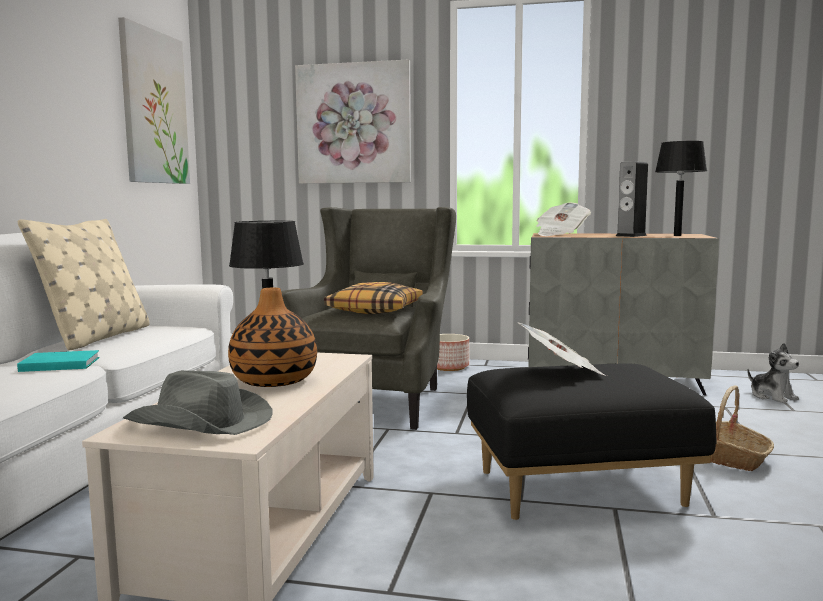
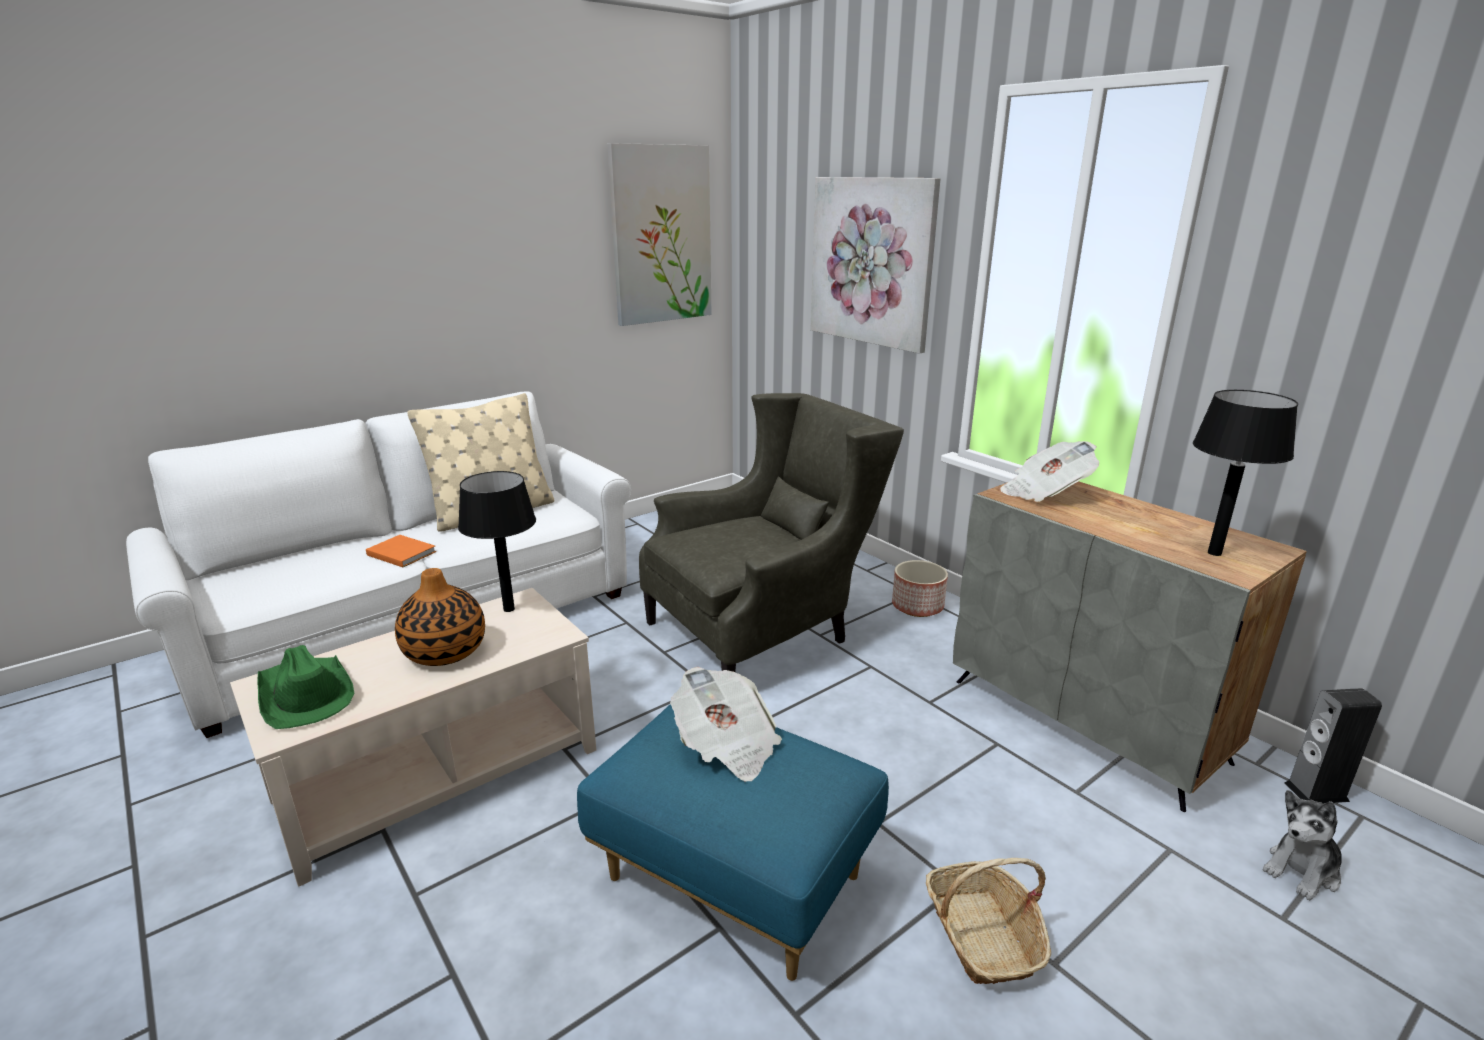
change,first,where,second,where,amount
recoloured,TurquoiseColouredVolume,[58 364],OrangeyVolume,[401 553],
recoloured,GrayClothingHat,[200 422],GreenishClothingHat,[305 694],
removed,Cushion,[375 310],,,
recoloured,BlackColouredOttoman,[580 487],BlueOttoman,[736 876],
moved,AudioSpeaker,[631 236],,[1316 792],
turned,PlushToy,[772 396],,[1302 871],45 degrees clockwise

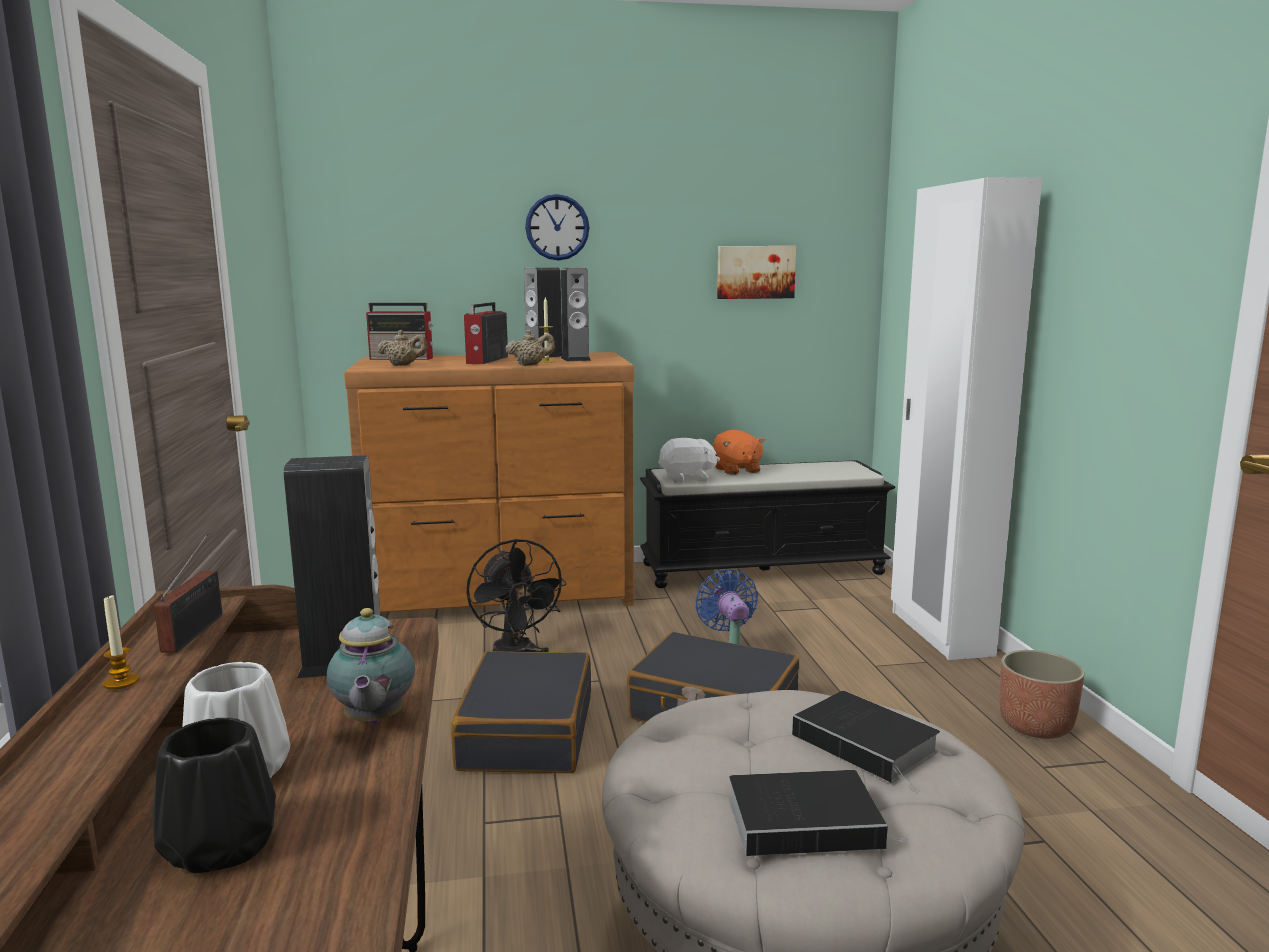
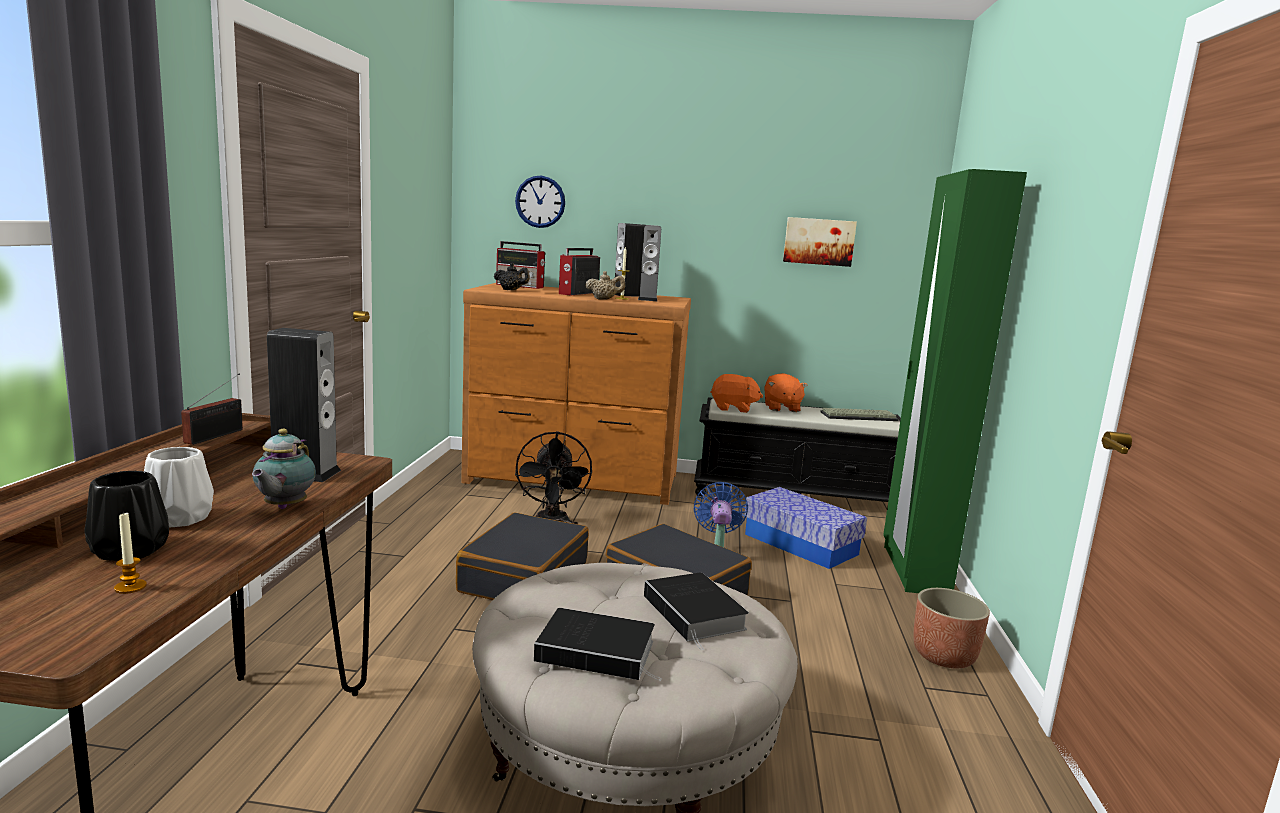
change,first,where,second,where,amount
moved,WaxCandle,[121 682],,[130 587],
recoloured,BeigeColouredTeapot,[403 365],BlackColouredTeapot,[511 290],
moved,WallClock,[557 227],,[540 201],
recoloured,WhitePlushToy,[687 478],OrangeyPlushToy,[733 408],
recoloured,WhiteWardrobe,[939 633],GreenishWardrobe,[914 570],
added,,,StorageBin,[801 544],
added,,,Keyboard,[859 416],

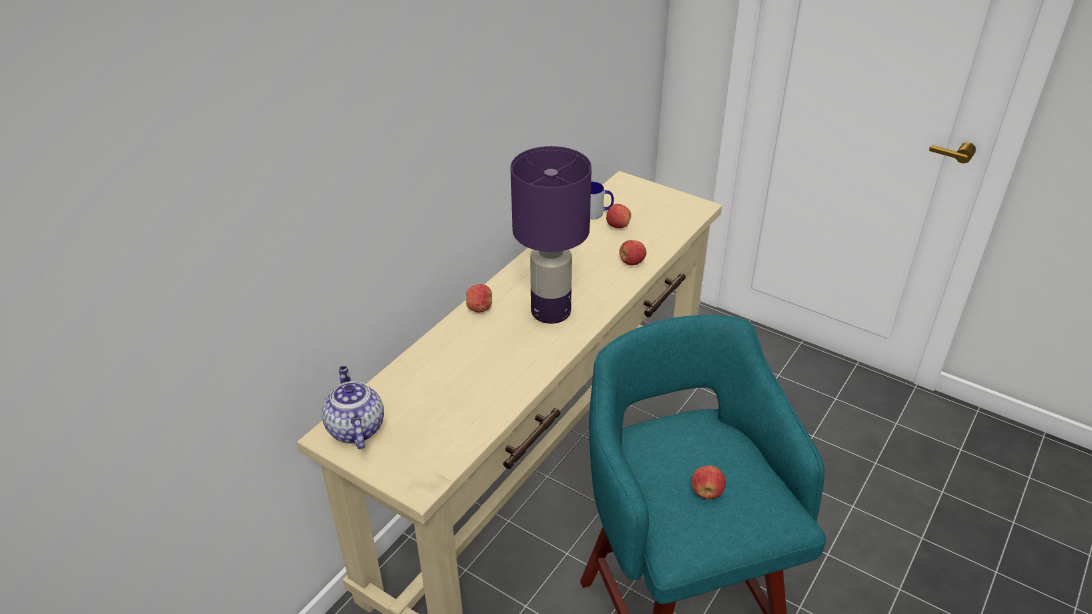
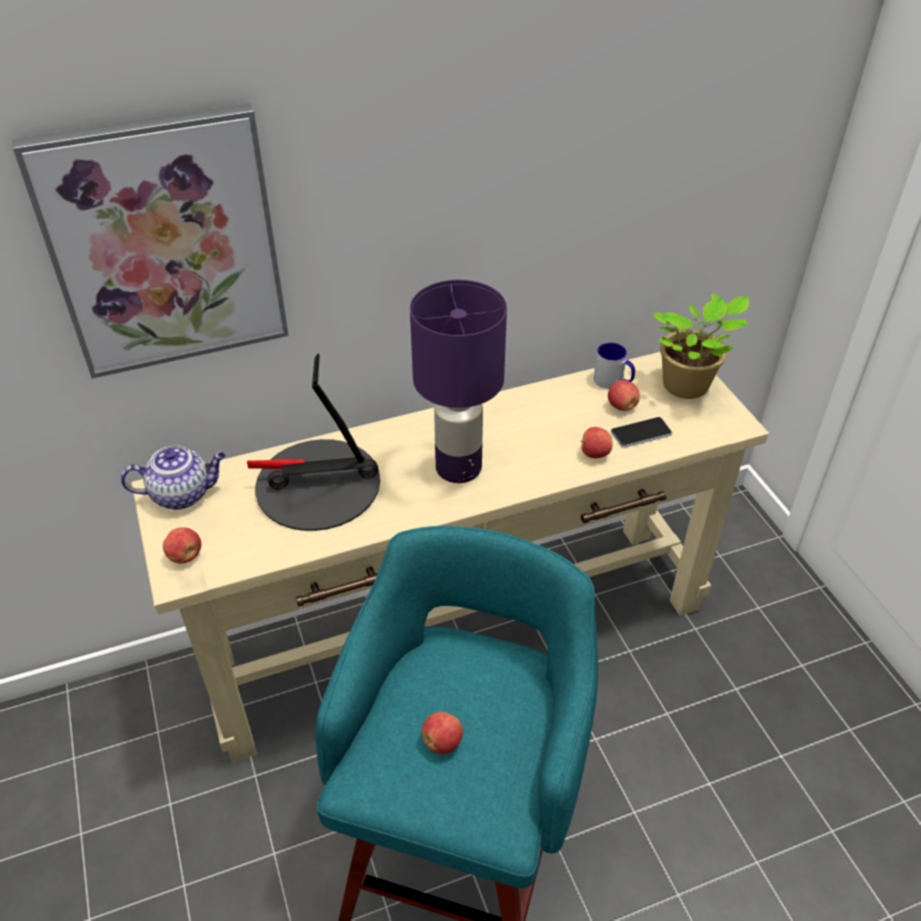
change,first,where,second,where,amount
turned,Teapot,[355 428],,[182 494],60 degrees clockwise
moved,WholeApple,[479 308],,[185 556],
added,,,WallArt,[164 244],
added,,,TabletopLamp,[318 488],
added,,,Handset,[641 433],
added,,,Houseplant,[688 387],

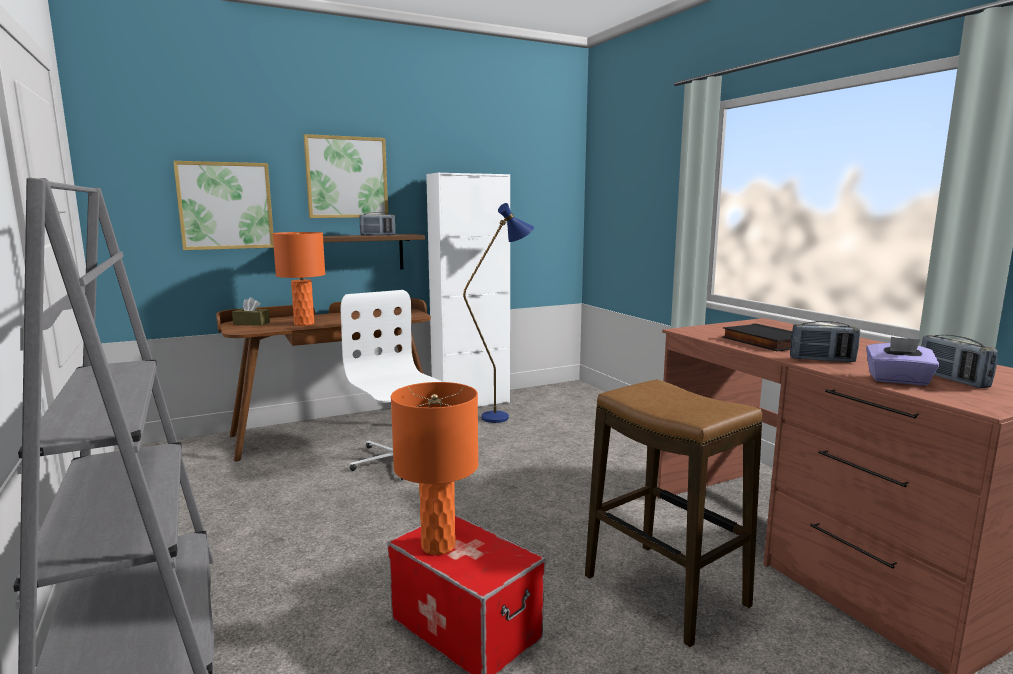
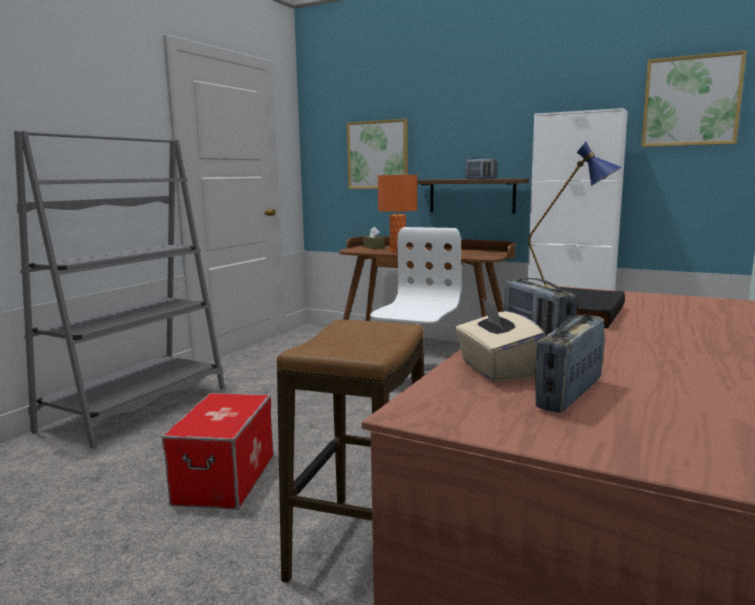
change,first,where,second,where,amount
moved,WallArt,[346 177],,[691 101],
removed,OrangeyTabletopLamp,[438 546],,,
recoloured,PurpleColouredBoxOfTissues,[898 380],BeigeColouredBoxOfTissues,[495 370],

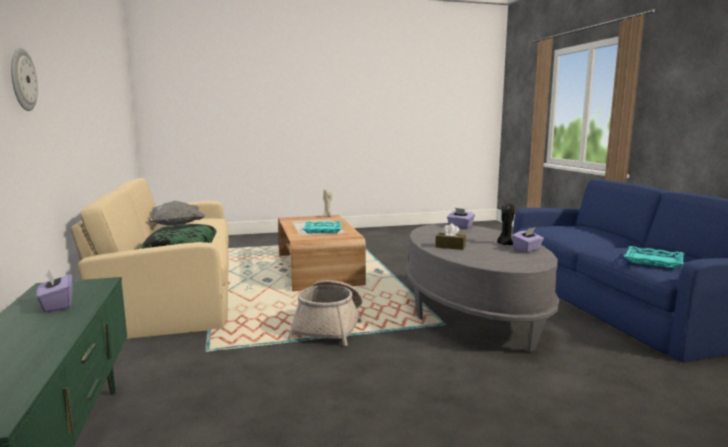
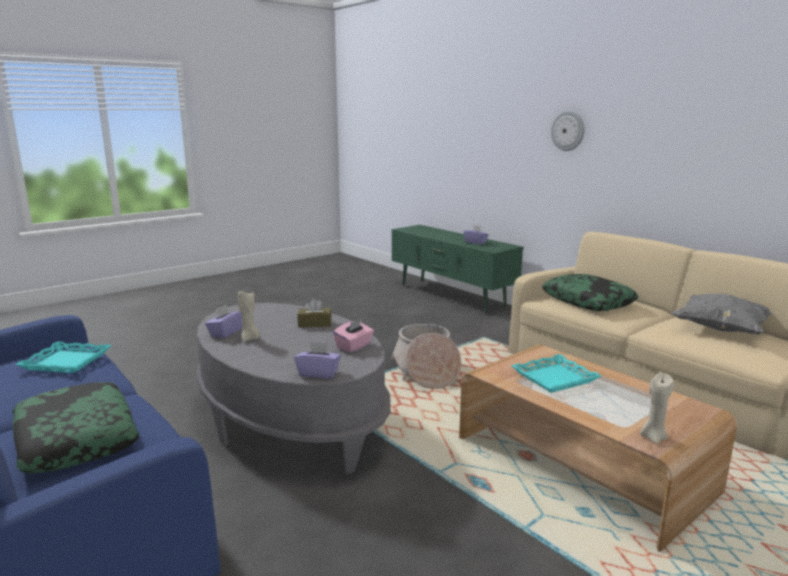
change,first,where,second,where,amount
recoloured,BlackColouredWaxCandle,[505 244],BeigeColouredWaxCandle,[250 339],
added,,,Cushion,[75 438],
added,,,PinkBoxOfTissues,[354 346],

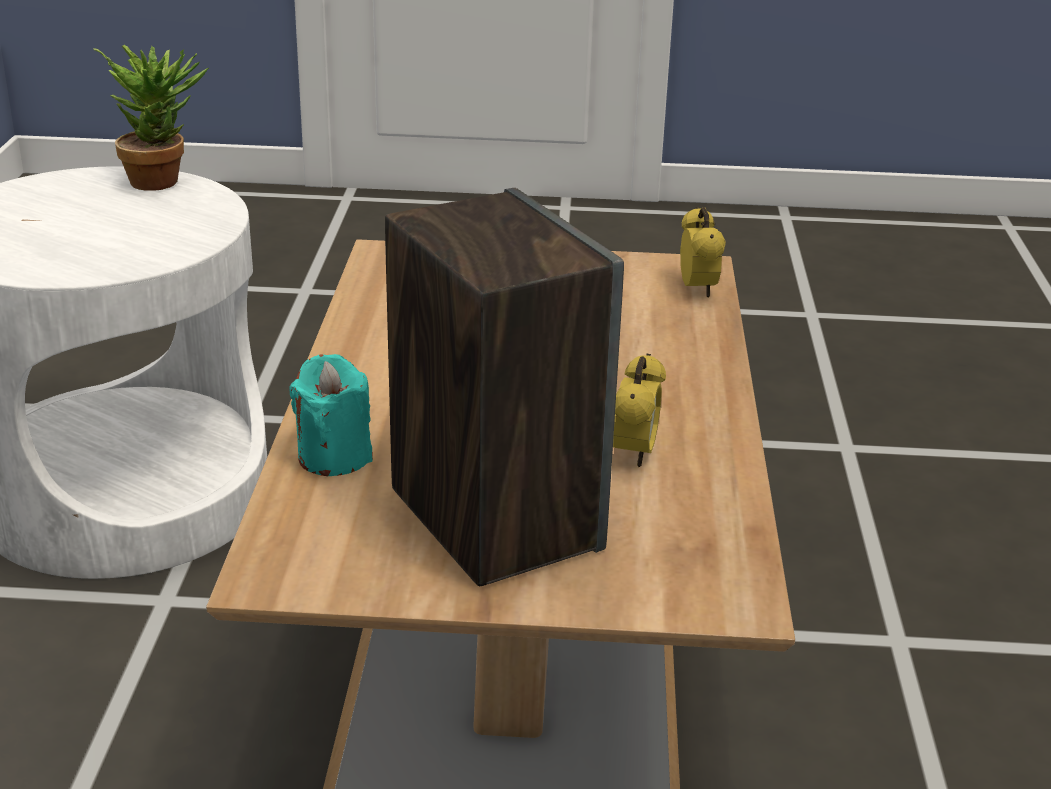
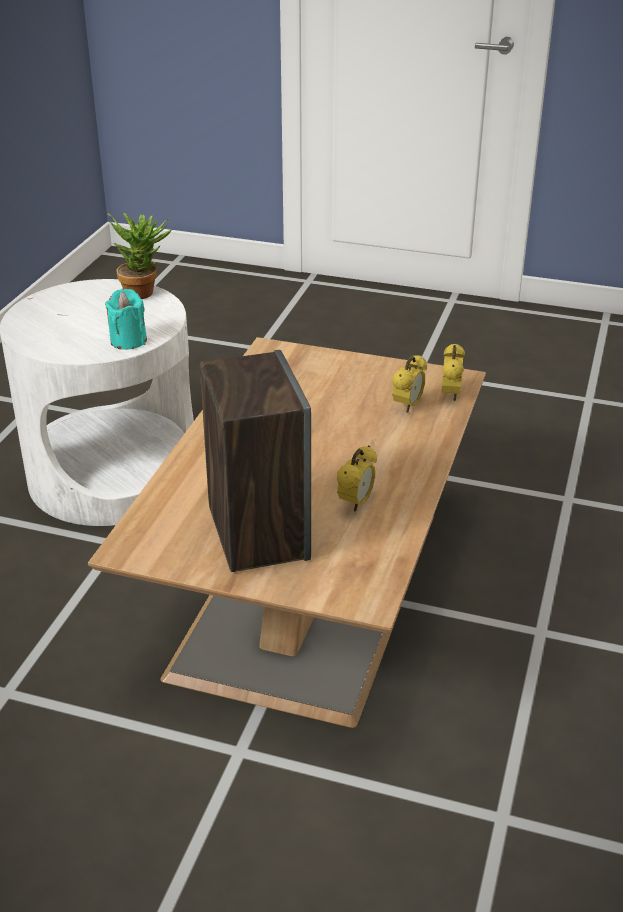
change,first,where,second,where,amount
moved,TurquoiseColouredWaxCandle,[334 457],,[128 341],
added,,,TableClock,[408 406],

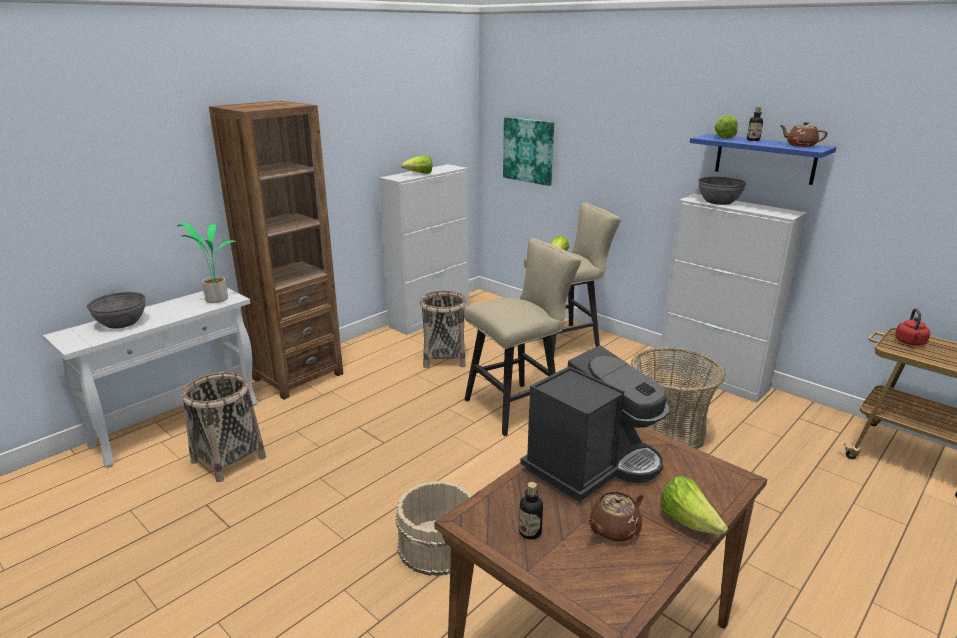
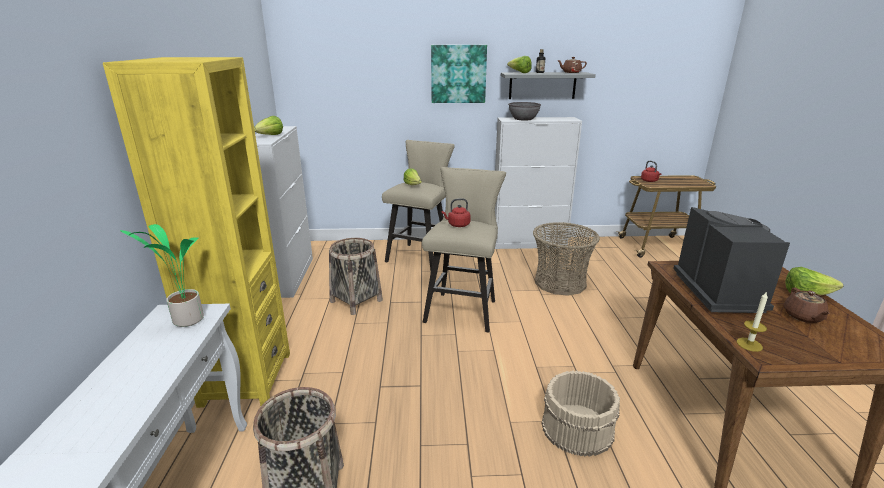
change,first,where,second,where,amount
removed,GrayBowl,[121 322],,,
recoloured,BrownishBookshelf,[298 376],YellowishBookshelf,[246 378],
moved,WallArt,[529 150],,[458 74],
removed,Bottle,[530 532],,,
recoloured,BlueWallShelf,[765 159],GrayWallShelf,[542 85],
added,,,ReddishKettle,[457 225],
added,,,WaxCandle,[749 344],

